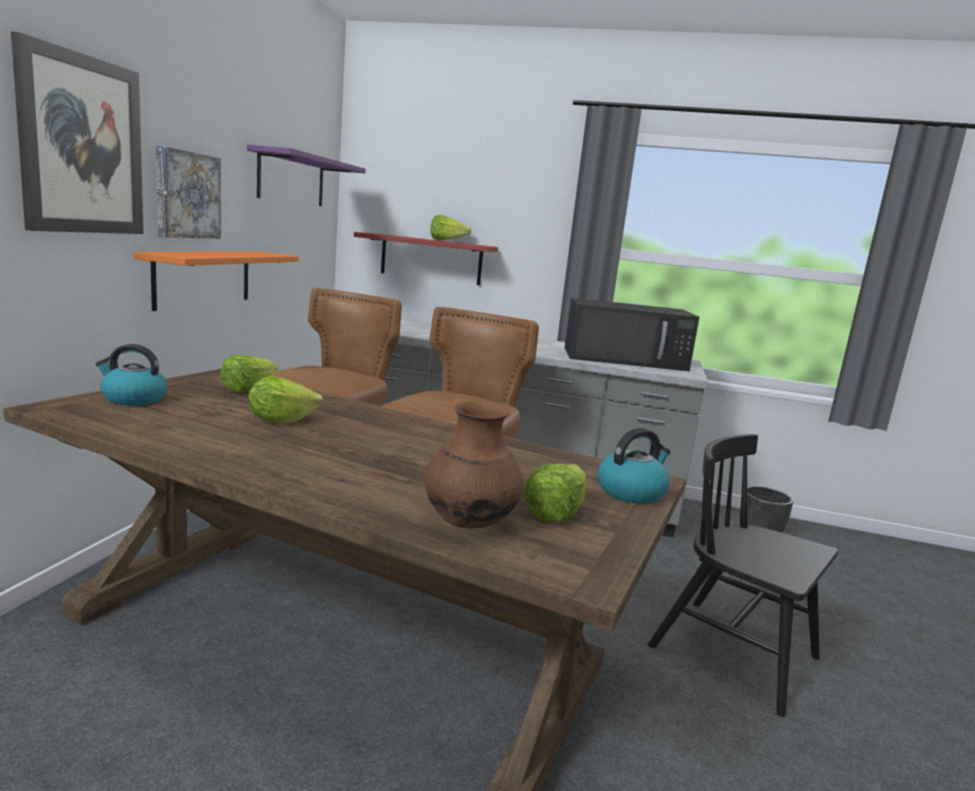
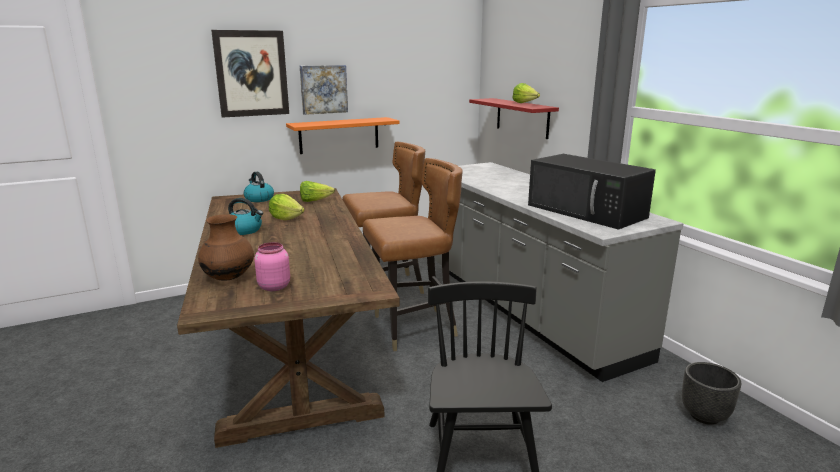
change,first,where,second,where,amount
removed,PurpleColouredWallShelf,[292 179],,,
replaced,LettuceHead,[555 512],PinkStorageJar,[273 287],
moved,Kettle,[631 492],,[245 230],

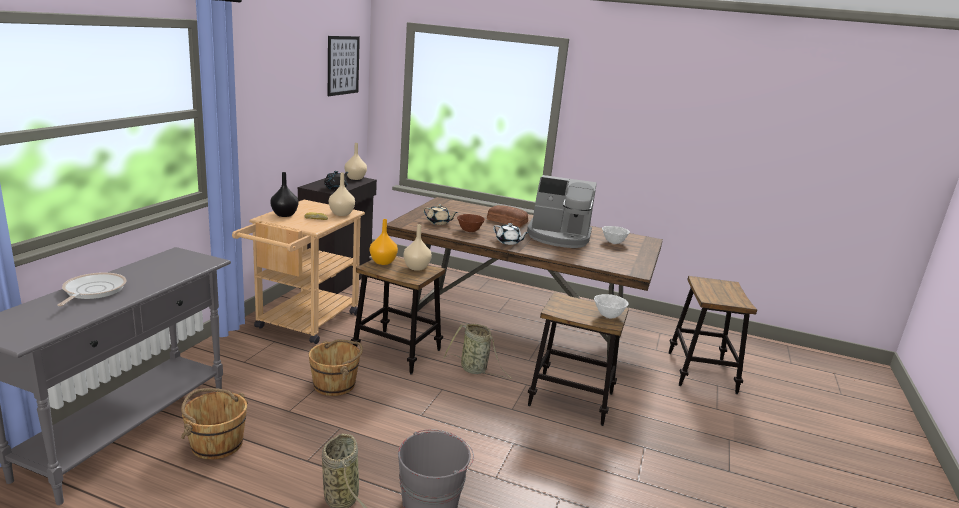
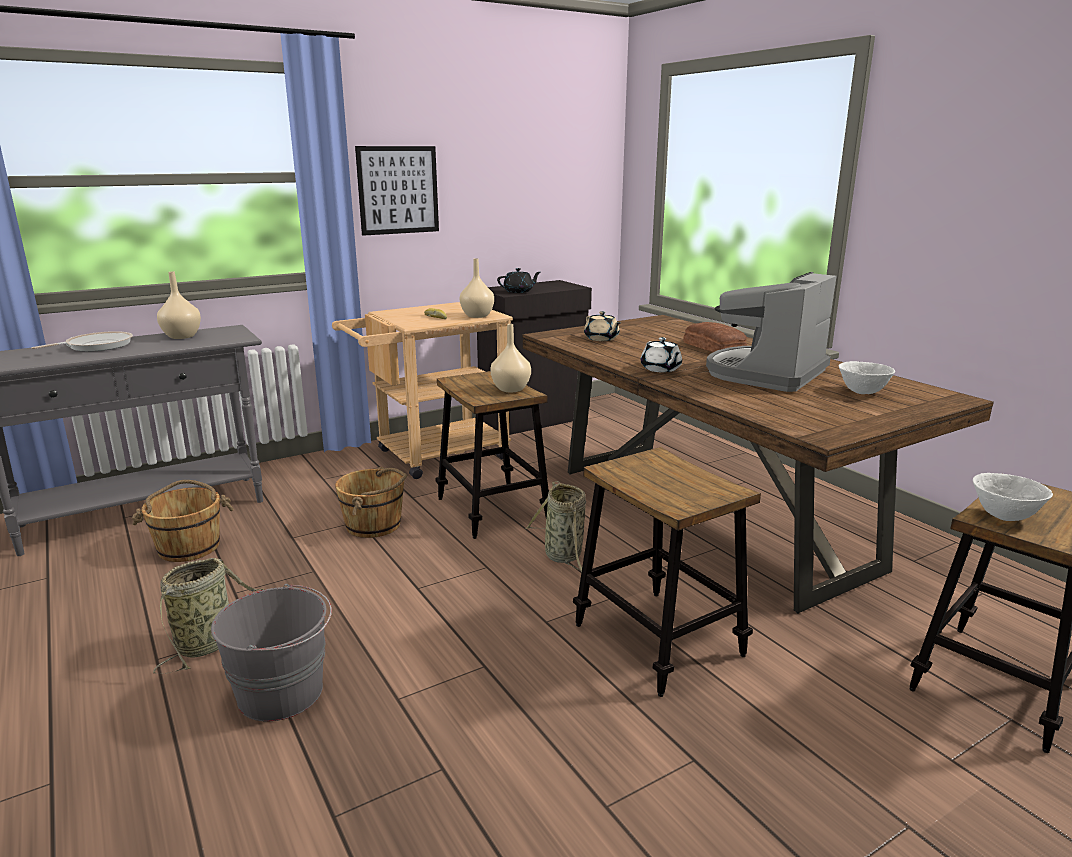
change,first,where,second,where,amount
removed,BlackColouredDecorativeVase,[285 214],,,
moved,WallArt,[343 65],,[398 190],
moved,BeigeColouredDecorativeVase,[355 178],,[181 336],
removed,OrangeyDecorativeVase,[383 262],,,
removed,BrownishBowl,[470 231],,,
turned,CoffeeMaker,[559 237],,[765 373],75 degrees clockwise
moved,WhiteBowl,[608 316],,[1004 516],

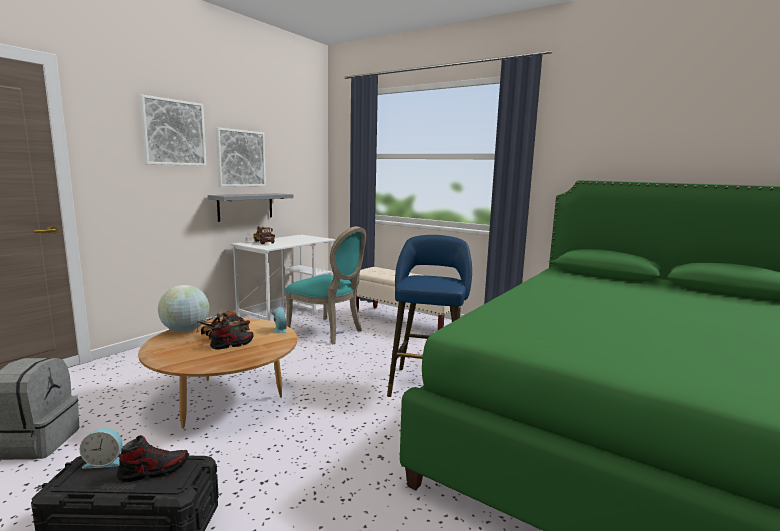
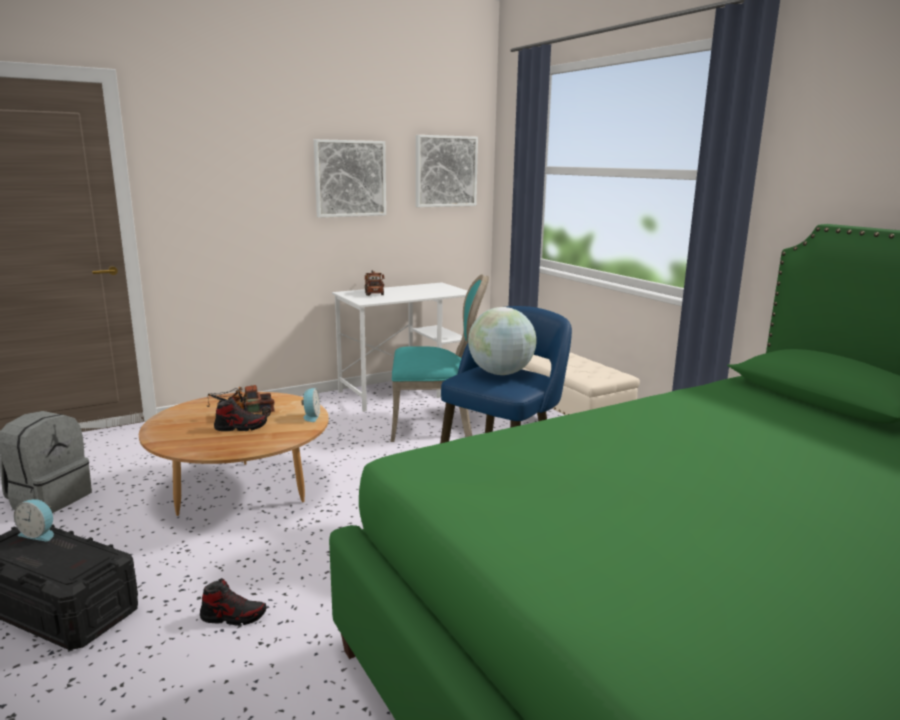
change,first,where,second,where,amount
moved,Shoe,[154 471],,[233 616],
moved,WallArt,[173 132],,[445 171],
moved,DeskGlobe,[185 330],,[500 373],
removed,GrayWallShelf,[245 206],,,
turned,TurquoiseColouredUprightChair,[328 332],,[435 425],60 degrees counterclockwise

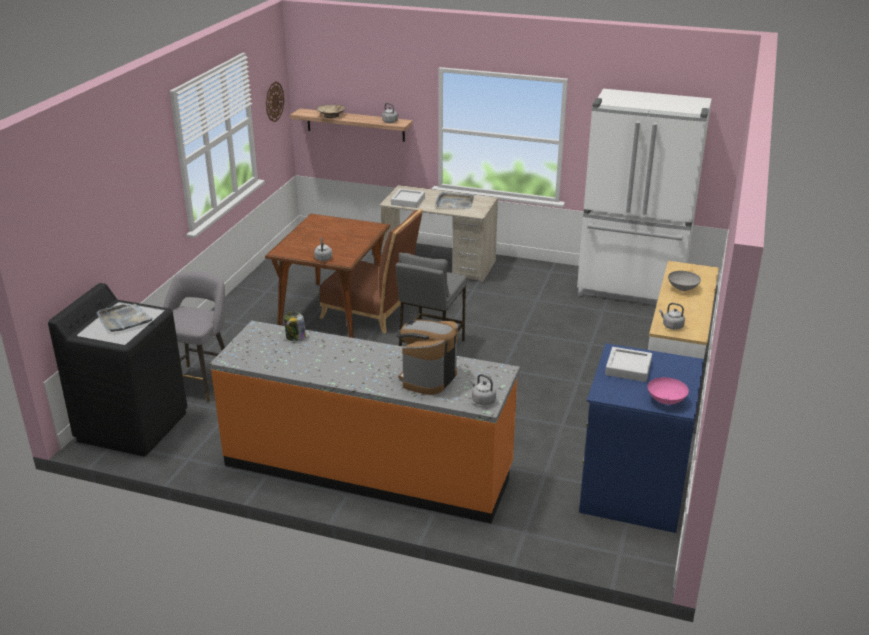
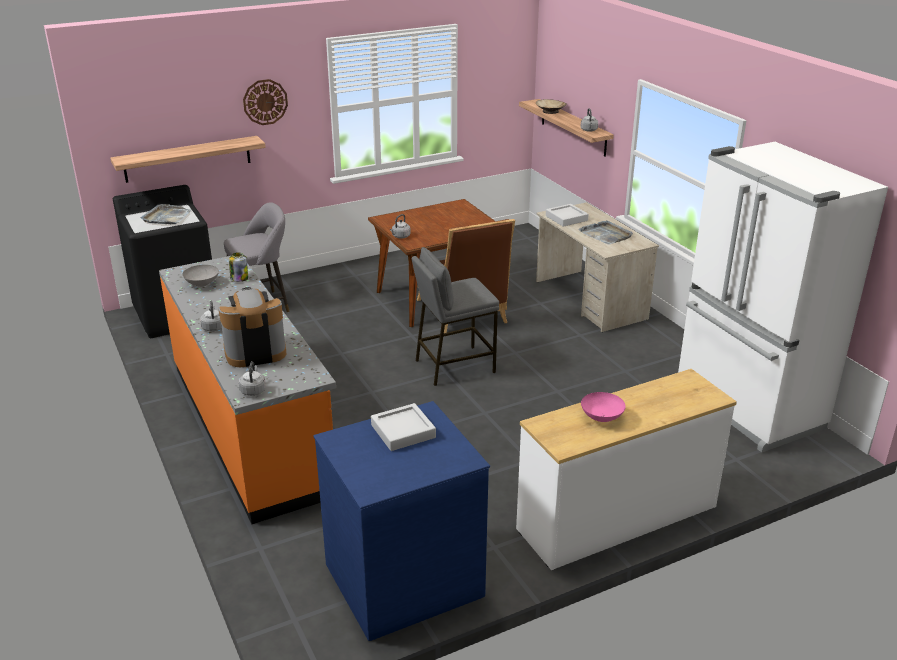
change,first,where,second,where,amount
moved,WallClock,[274 101],,[265 102],
moved,PinkBowl,[665 400],,[601 417],
moved,GrayKettle,[671 326],,[213 327],
moved,GrayBowl,[683 288],,[203 284],
added,,,WallShelf,[187 159],

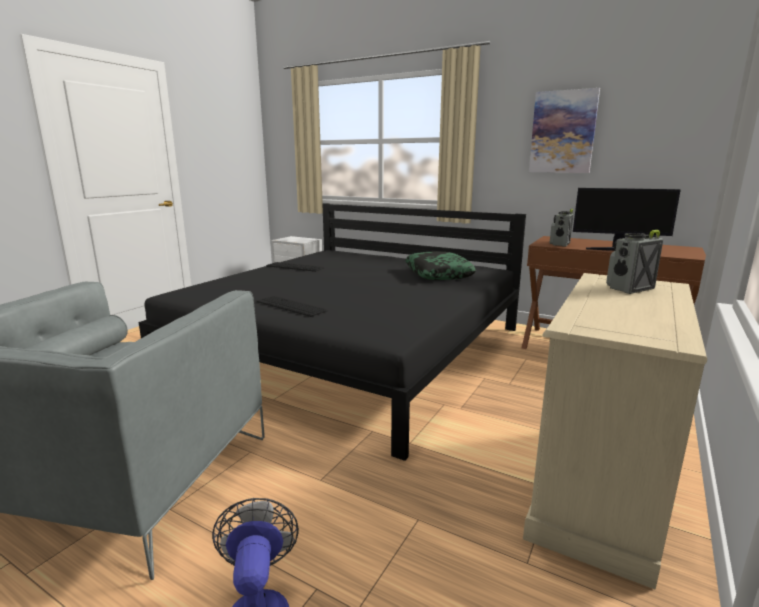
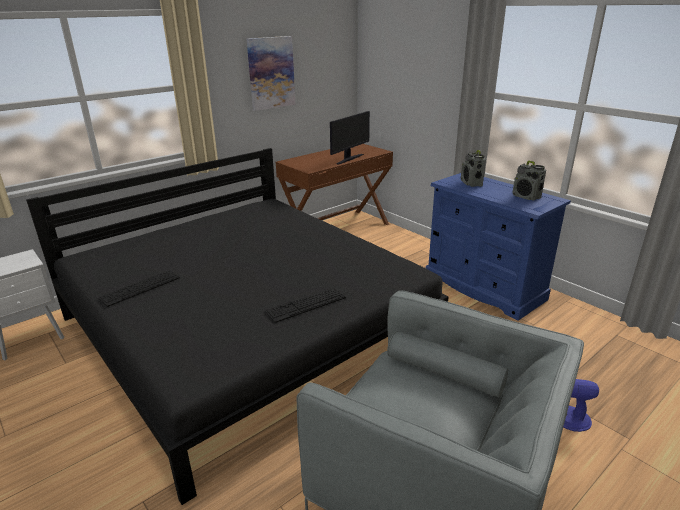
change,first,where,second,where,amount
removed,Cushion,[438 274],,,
recoloured,BeigeColouredDresser,[597 488],BlueDresser,[483 287],
moved,RadioSet,[559 244],,[526 197],

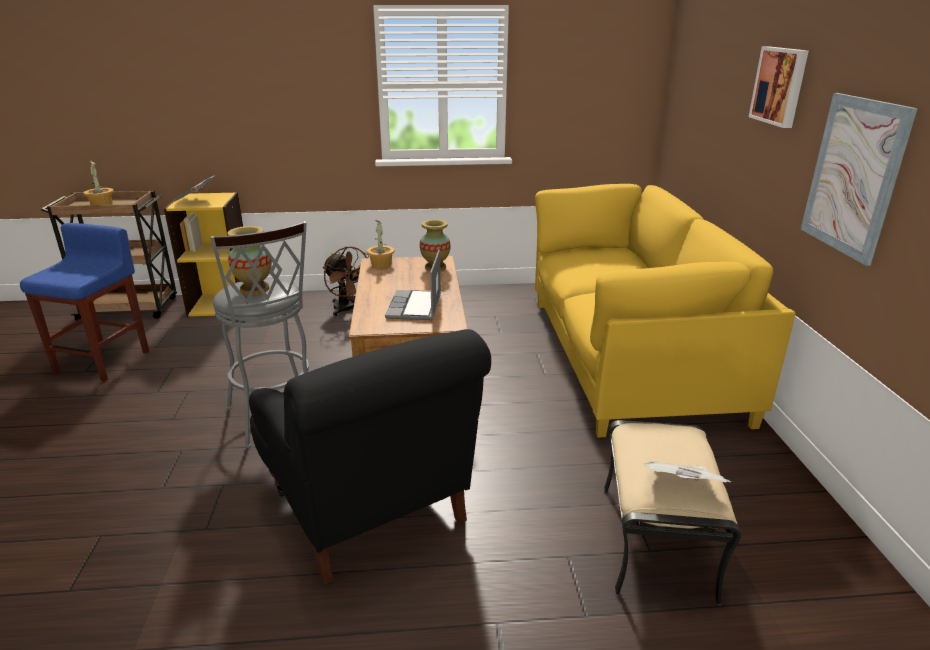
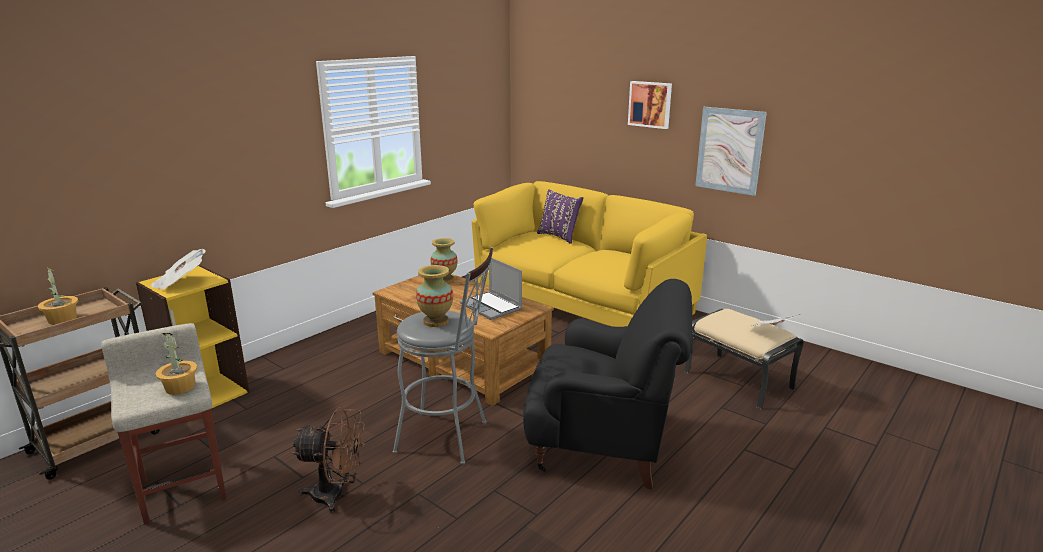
change,first,where,second,where,amount
recoloured,BlueStool,[104 361],BeigeColouredStool,[183 488],
moved,BrownishFan,[347 310],,[336 495],
moved,Houseplant,[381 264],,[180 388],
added,,,PurpleColouredCushion,[559 236],

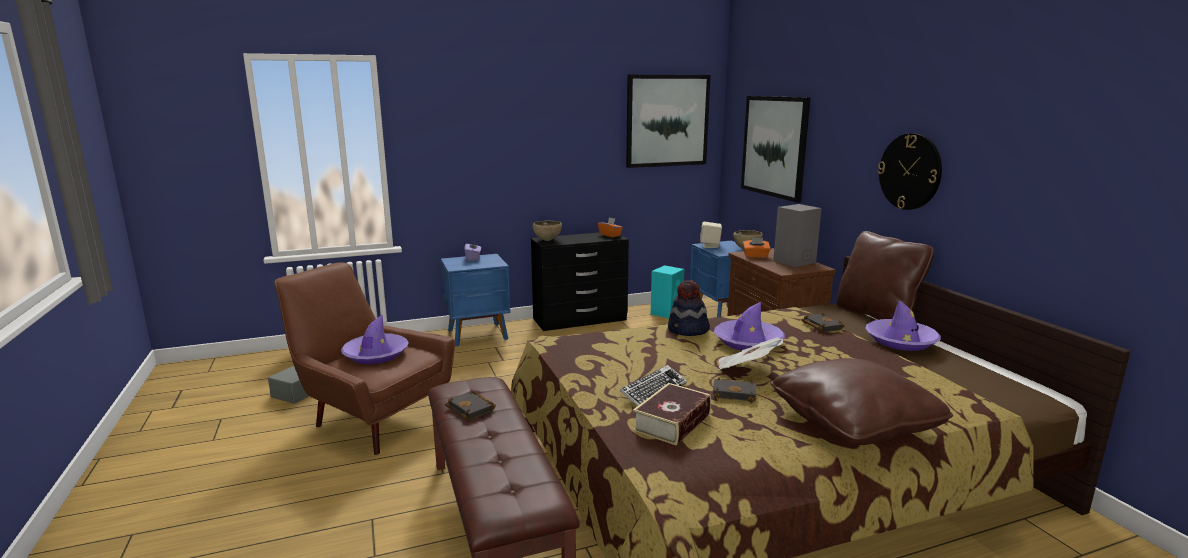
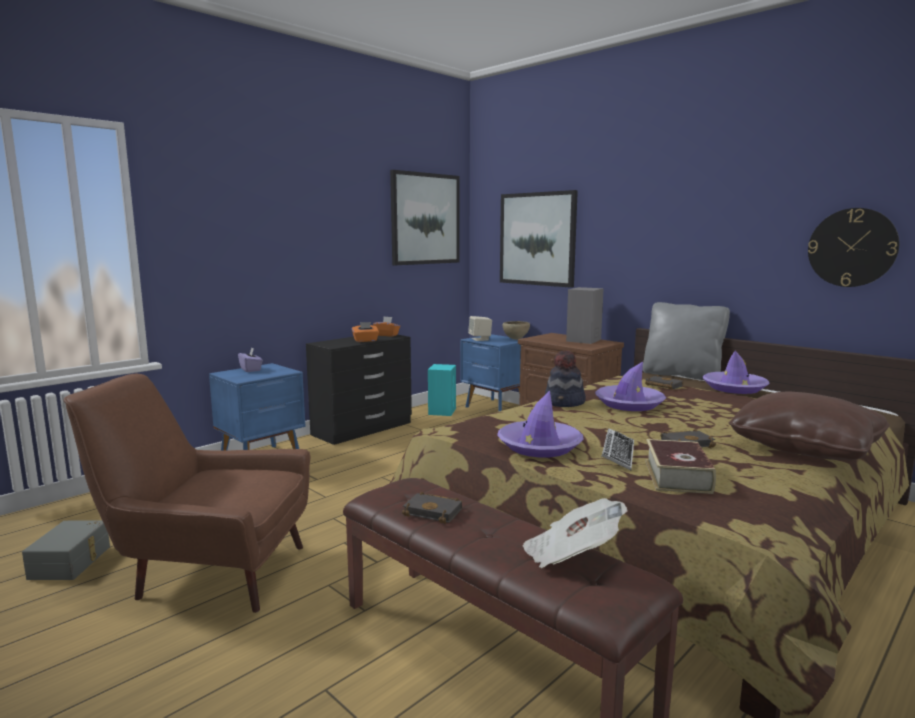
change,first,where,second,where,amount
moved,PurpleColouredClothingHat,[375 354],,[539 446],
removed,BrownishBowl,[547 240],,,
moved,PrintedPaper,[746 369],,[571 555],
moved,OrangeyBoxOfTissues,[755 256],,[365 341],
recoloured,BrownishCushion,[877 315],GrayCushion,[681 375],
moved,WallClock,[910 171],,[852 247],

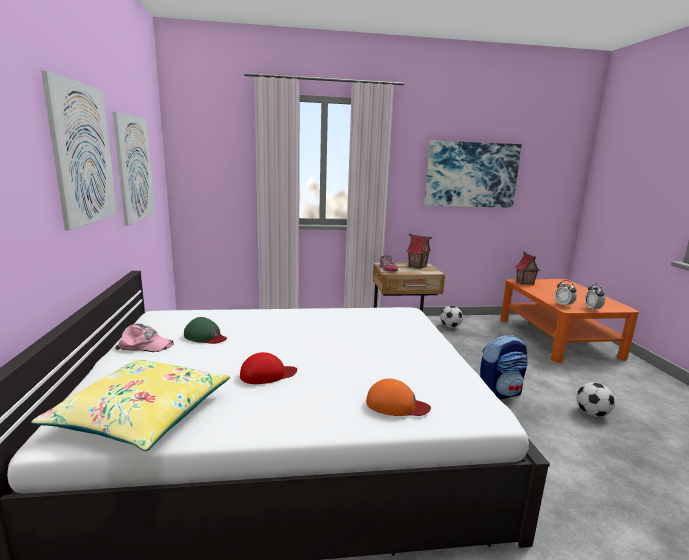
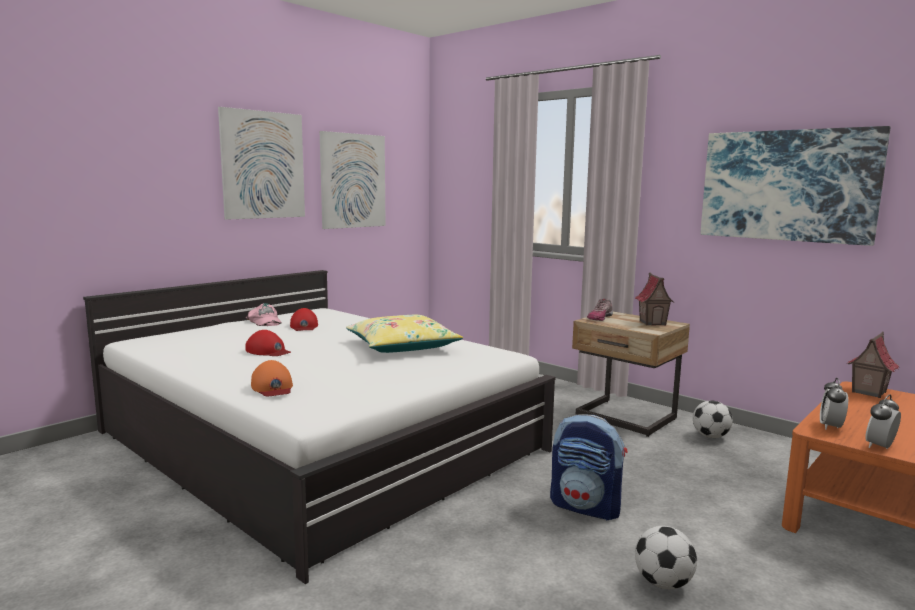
change,first,where,second,where,amount
moved,YellowishCushion,[142 415],,[402 346],
recoloured,GreenishCap,[205 336],ReddishCap,[304 326],

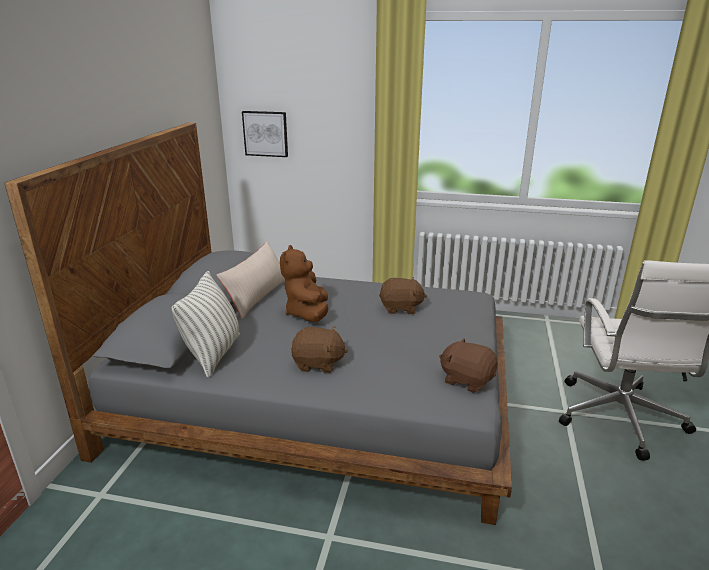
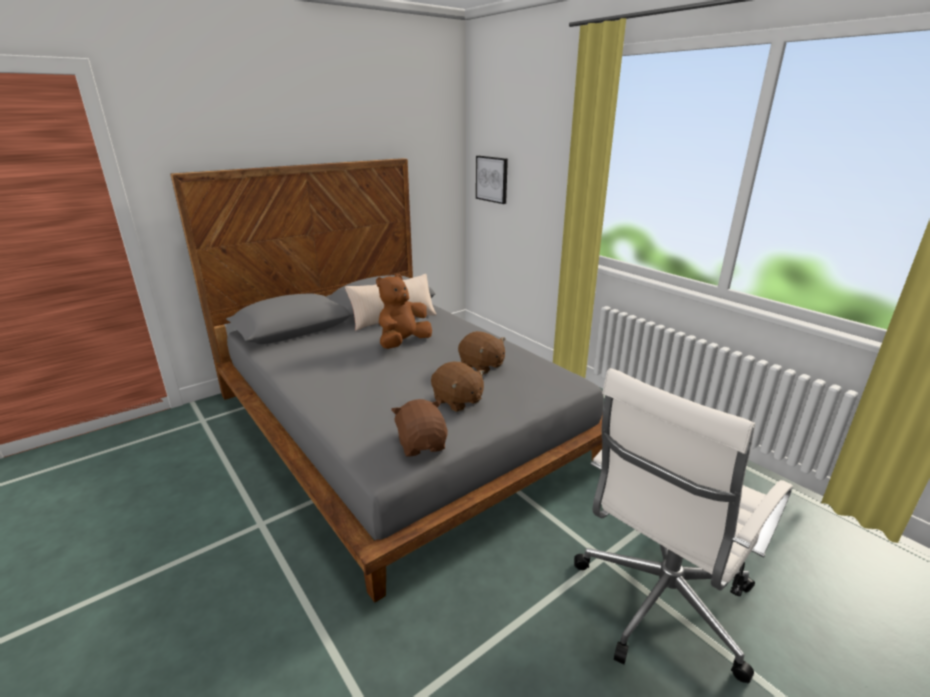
change,first,where,second,where,amount
removed,Cushion,[214 354],,,
moved,BrownishPlushToy,[318 363],,[457 401],

